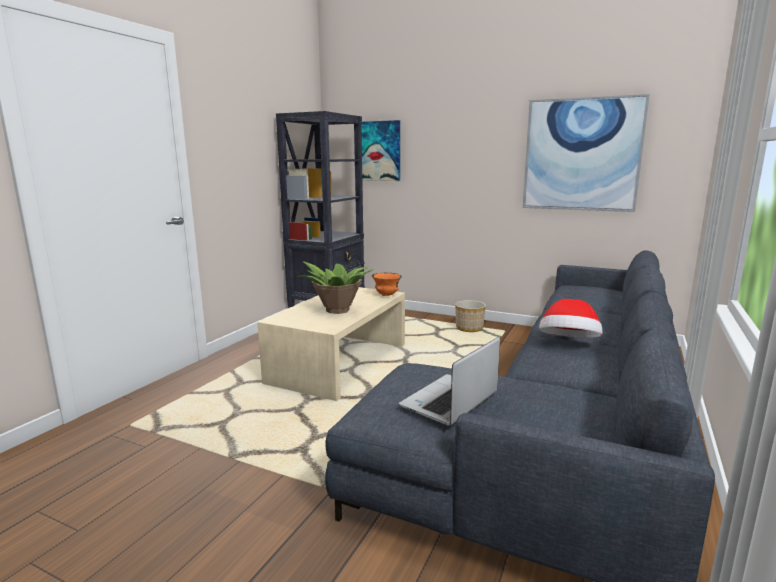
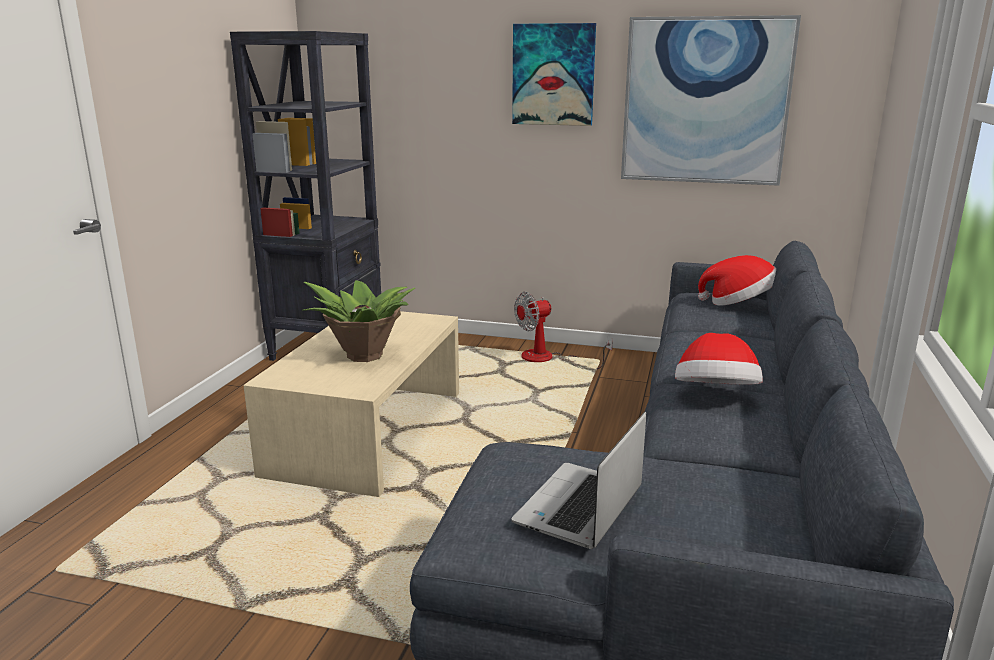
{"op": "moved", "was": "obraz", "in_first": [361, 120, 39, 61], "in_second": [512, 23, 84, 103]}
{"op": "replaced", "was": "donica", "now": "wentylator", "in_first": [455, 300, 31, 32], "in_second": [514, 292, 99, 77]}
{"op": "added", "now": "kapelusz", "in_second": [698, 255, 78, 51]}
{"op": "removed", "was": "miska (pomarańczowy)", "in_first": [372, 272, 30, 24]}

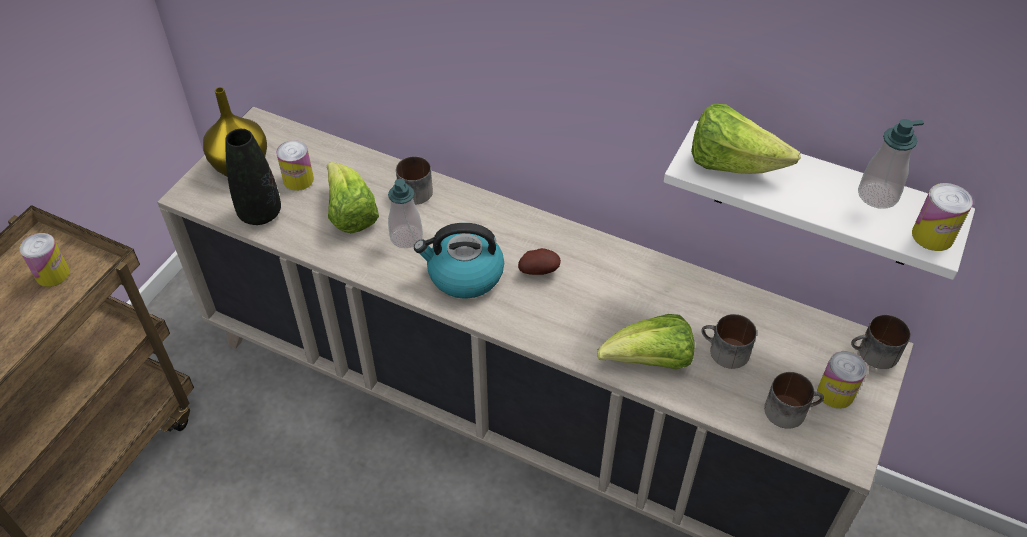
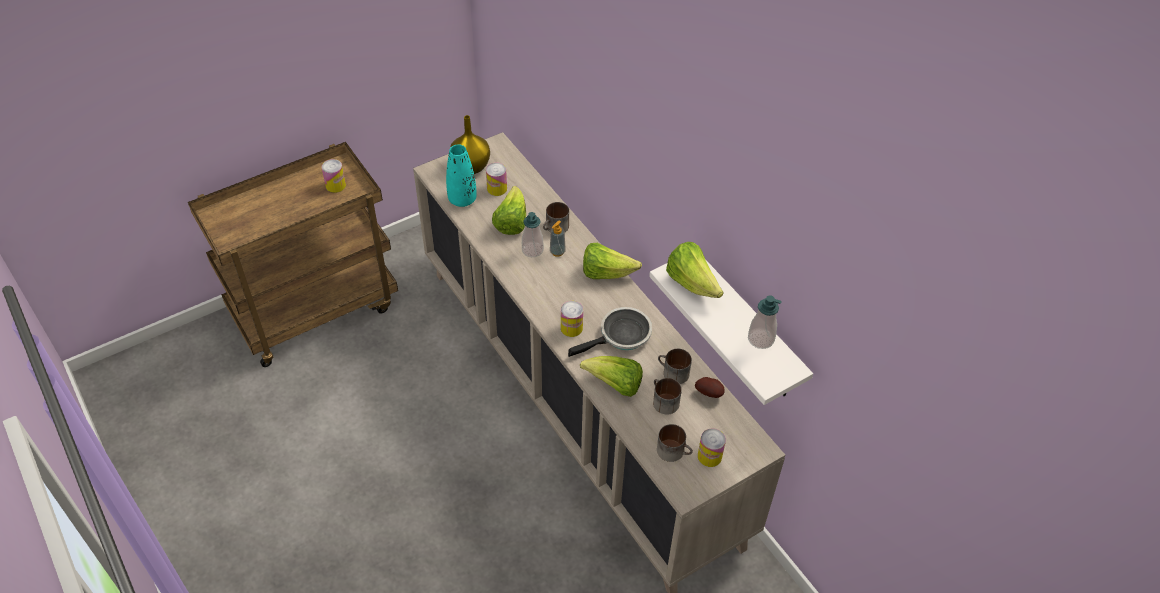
{"op": "recoloured", "was": "wazon (czarny)", "now": "wazon (turkusowy)", "in_first": [225, 129, 56, 96], "in_second": [446, 144, 31, 63]}
{"op": "added", "now": "dozownik mydła", "in_second": [550, 220, 16, 37]}
{"op": "moved", "was": "puszka", "in_first": [912, 183, 61, 68], "in_second": [561, 301, 22, 36]}
{"op": "added", "now": "patelnia", "in_second": [568, 307, 84, 50]}
{"op": "added", "now": "sałata", "in_second": [583, 243, 59, 36]}
{"op": "moved", "was": "kubek", "in_first": [851, 315, 59, 54], "in_second": [658, 349, 34, 35]}
{"op": "moved", "was": "ziemniak", "in_first": [518, 248, 43, 27], "in_second": [695, 377, 30, 21]}
{"op": "removed", "was": "czajnik", "in_first": [414, 223, 90, 76]}

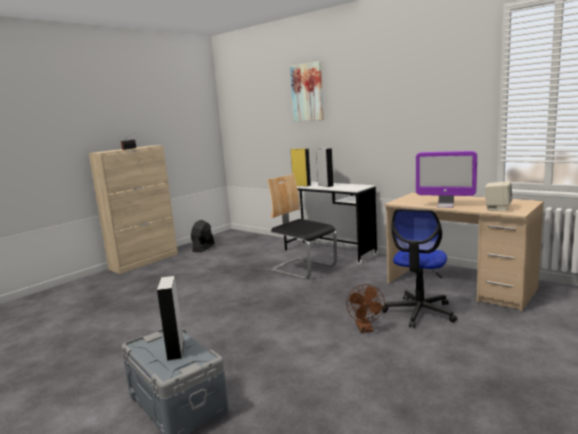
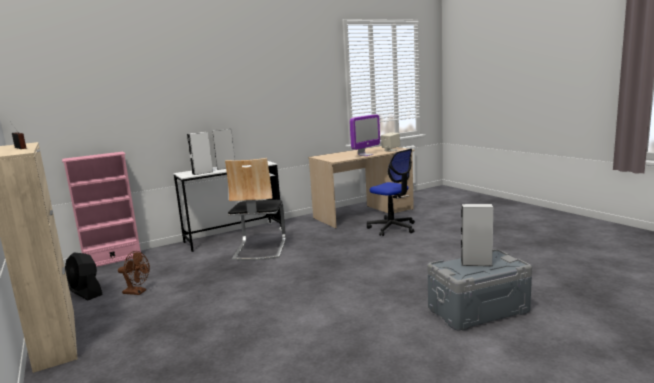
{"op": "added", "now": "regał (różowy)", "in_second": [62, 152, 80, 115]}
{"op": "moved", "was": "wentylator (brązowy)", "in_first": [346, 284, 39, 49], "in_second": [118, 251, 32, 44]}
{"op": "recoloured", "was": "głośnik (żółty)", "now": "głośnik (biały)", "in_first": [290, 148, 21, 39], "in_second": [187, 132, 26, 43]}
{"op": "turned", "was": "krzesło", "in_first": [267, 173, 70, 107], "in_second": [225, 158, 61, 102], "clockwise": -60}
{"op": "removed", "was": "obraz", "in_first": [290, 61, 34, 60]}

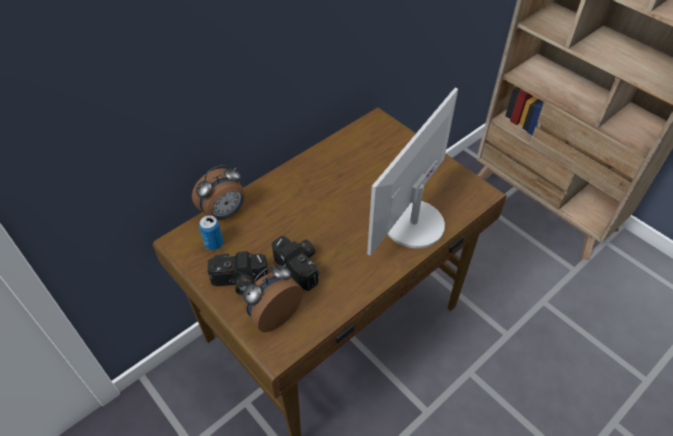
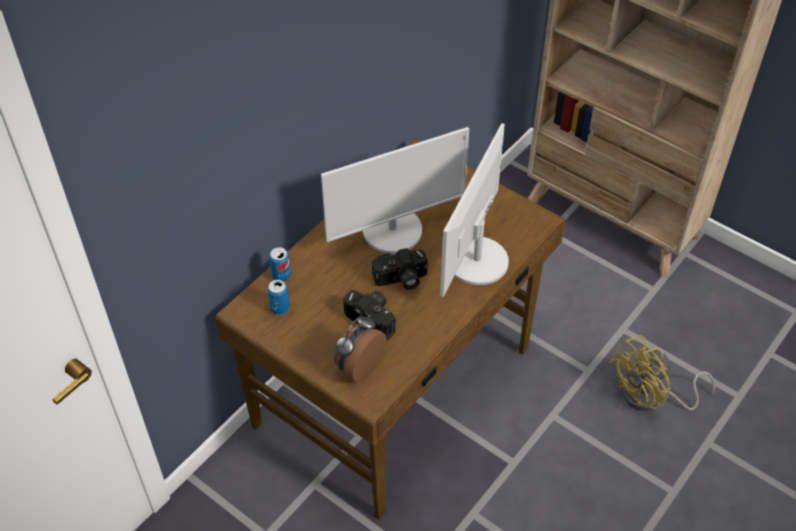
{"op": "replaced", "was": "budzik", "now": "puszka", "in_first": [192, 165, 53, 55], "in_second": [269, 247, 22, 35]}
{"op": "added", "now": "monitor", "in_second": [321, 127, 148, 127]}
{"op": "moved", "was": "aparat fotograficzny", "in_first": [207, 251, 61, 44], "in_second": [372, 248, 56, 42]}
{"op": "added", "now": "wentylator (żółty)", "in_second": [609, 335, 106, 76]}

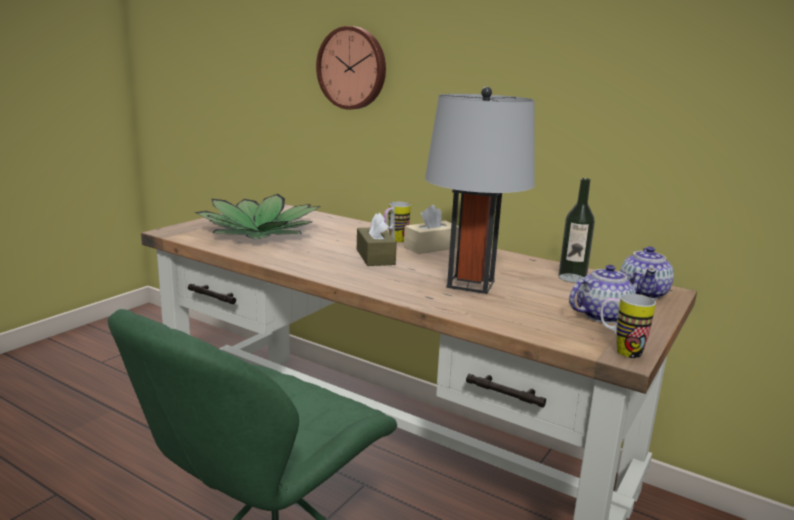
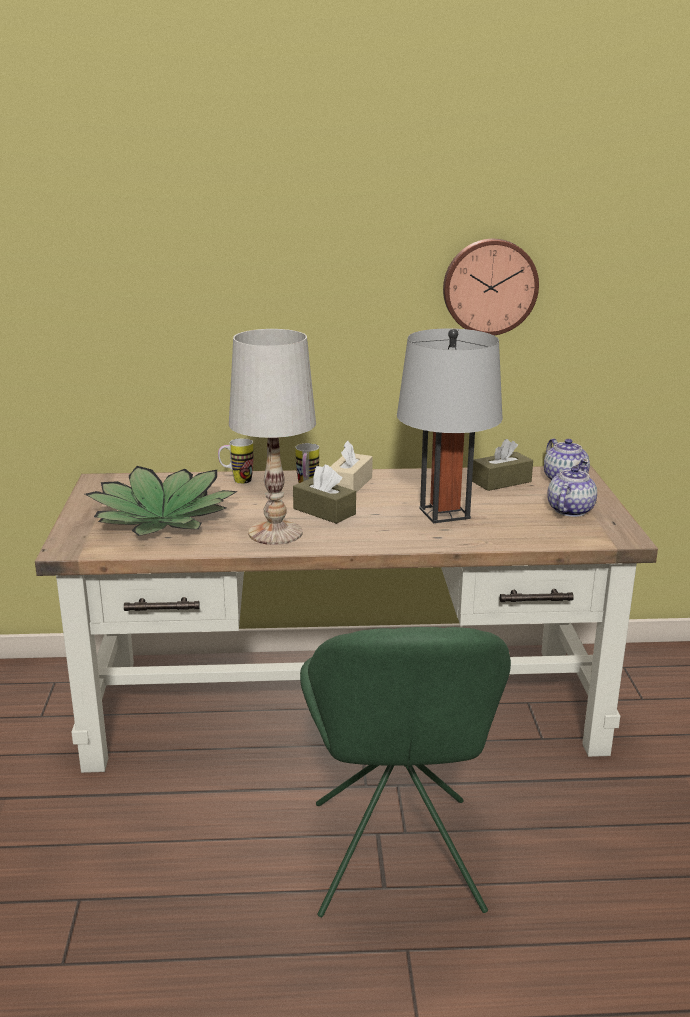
{"op": "moved", "was": "kubek", "in_first": [600, 294, 56, 64], "in_second": [218, 438, 35, 46]}
{"op": "added", "now": "lampa stołowa (biały)", "in_second": [229, 329, 87, 216]}
{"op": "moved", "was": "zegar ścienny", "in_first": [316, 26, 70, 84], "in_second": [443, 239, 96, 96]}
{"op": "replaced", "was": "butelka", "now": "pudełko chusteczek (brązowy)", "in_first": [558, 178, 37, 105], "in_second": [472, 439, 61, 52]}

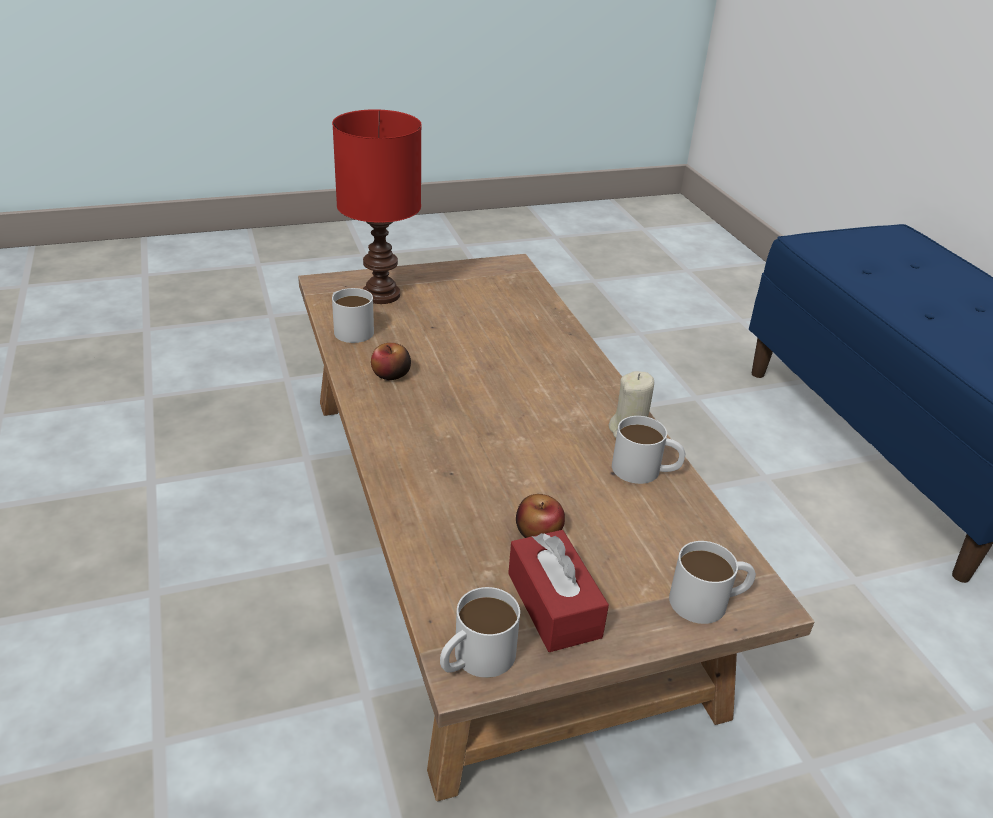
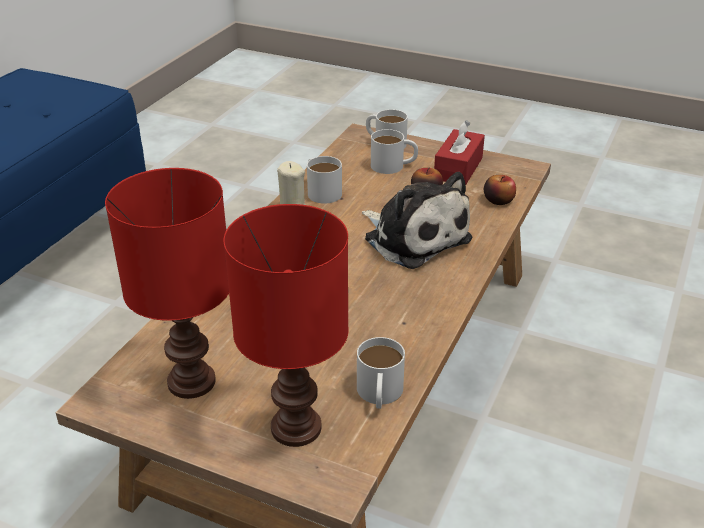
{"op": "added", "now": "lampa stołowa (czerwony)", "in_second": [105, 168, 124, 231]}
{"op": "added", "now": "pluszak", "in_second": [362, 172, 110, 97]}
{"op": "moved", "was": "kubek (biały)", "in_first": [440, 587, 80, 91], "in_second": [371, 129, 47, 45]}
{"op": "moved", "was": "jabłko", "in_first": [371, 343, 40, 37], "in_second": [484, 175, 32, 30]}

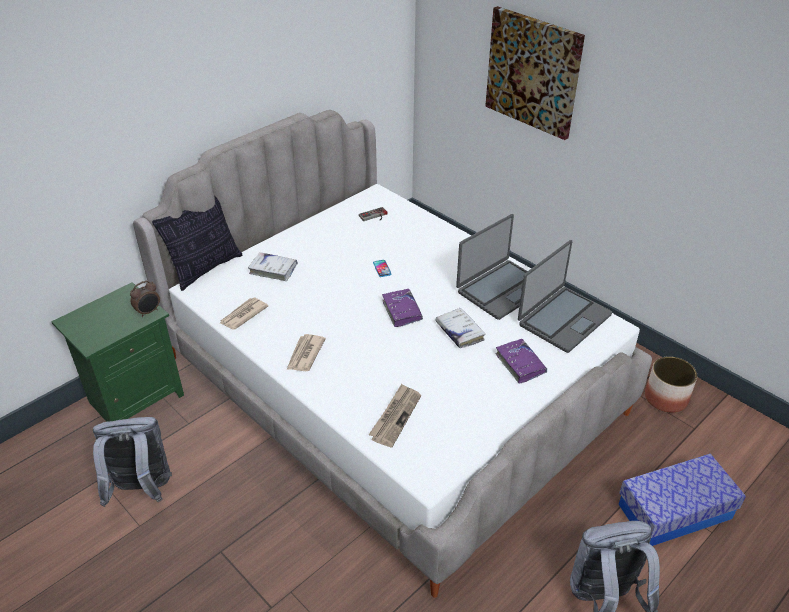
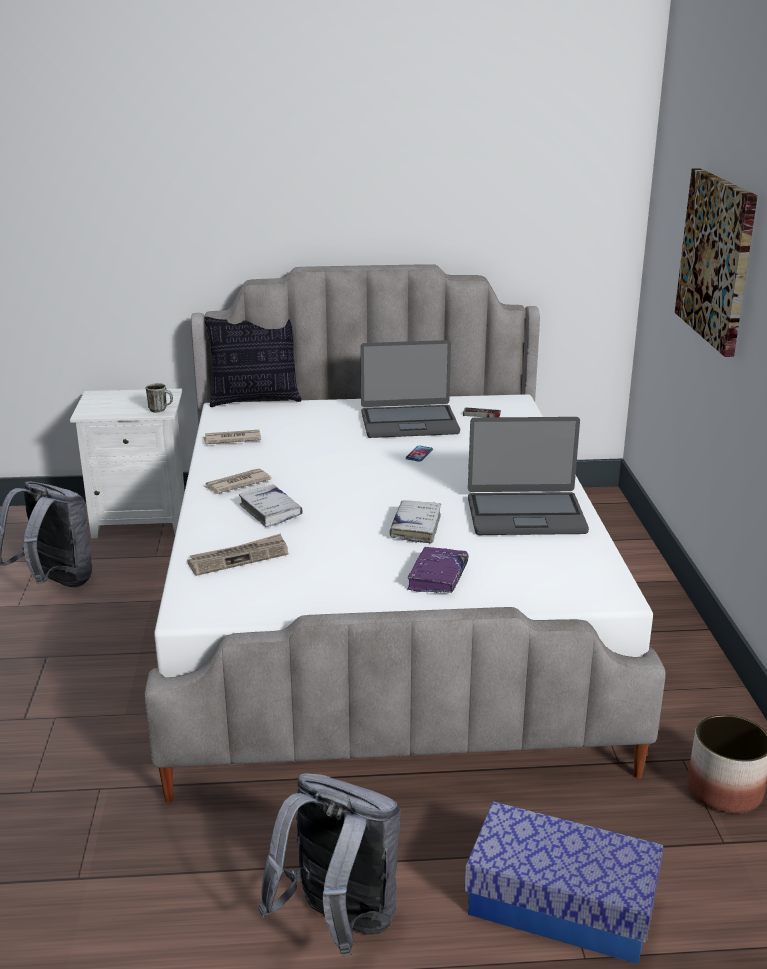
{"op": "recoloured", "was": "szafka nocna (zielony)", "now": "szafka nocna (biały)", "in_first": [51, 282, 133, 140], "in_second": [70, 389, 115, 149]}
{"op": "replaced", "was": "budzik", "now": "kubek", "in_first": [130, 281, 30, 36], "in_second": [146, 383, 27, 30]}
{"op": "moved", "was": "książka (biały)", "in_first": [248, 252, 50, 29], "in_second": [239, 484, 64, 43]}
{"op": "moved", "was": "laptop", "in_first": [518, 240, 94, 113], "in_second": [360, 340, 100, 98]}
{"op": "removed", "was": "książka (fioletowy)", "in_first": [382, 289, 41, 38]}

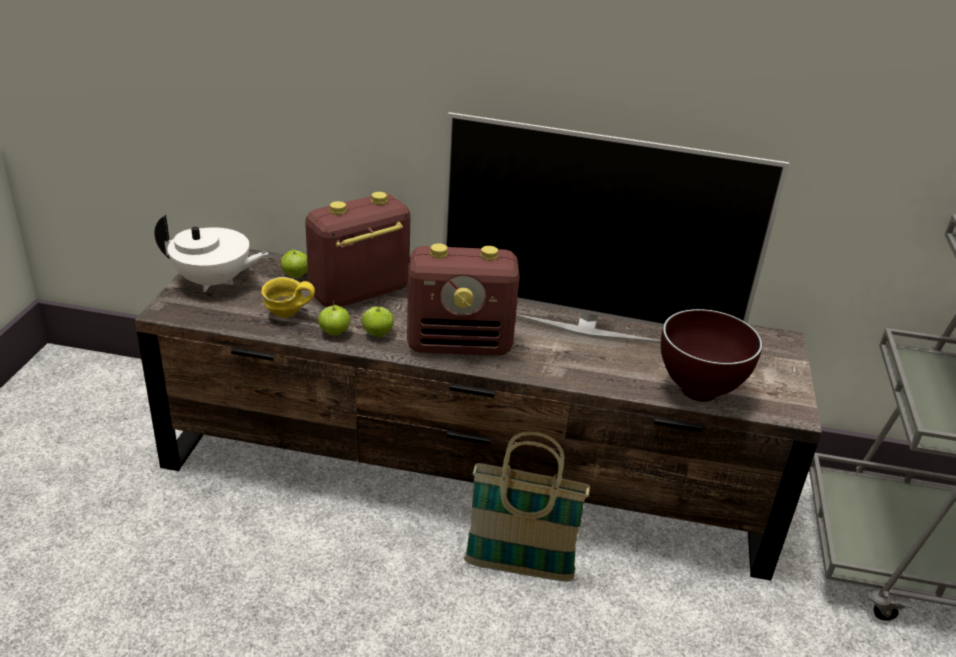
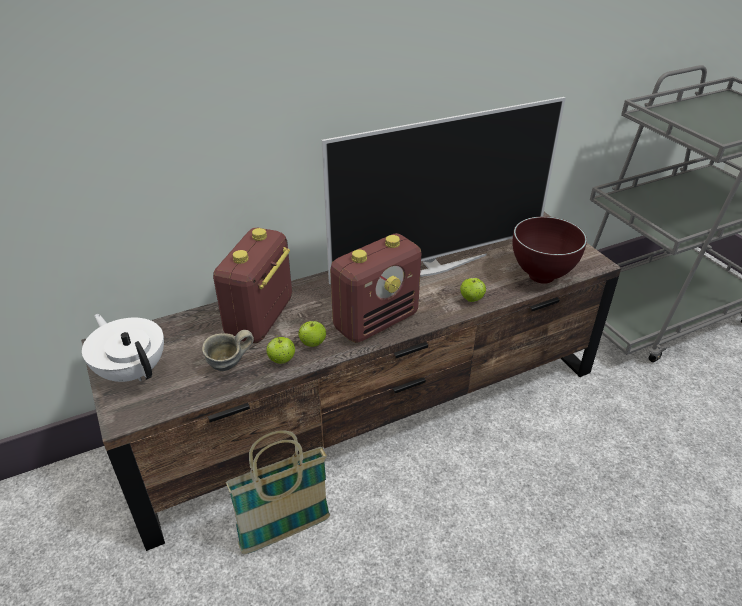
{"op": "turned", "was": "imbryk (biały)", "in_first": [154, 215, 115, 77], "in_second": [82, 314, 82, 68], "clockwise": -105}
{"op": "recoloured", "was": "kubek (żółty)", "now": "kubek (szary)", "in_first": [261, 277, 54, 41], "in_second": [202, 330, 52, 41]}
{"op": "moved", "was": "koszyk", "in_first": [464, 432, 126, 150], "in_second": [226, 430, 104, 124]}
{"op": "moved", "was": "jabłko", "in_first": [281, 250, 27, 28], "in_second": [460, 278, 26, 24]}

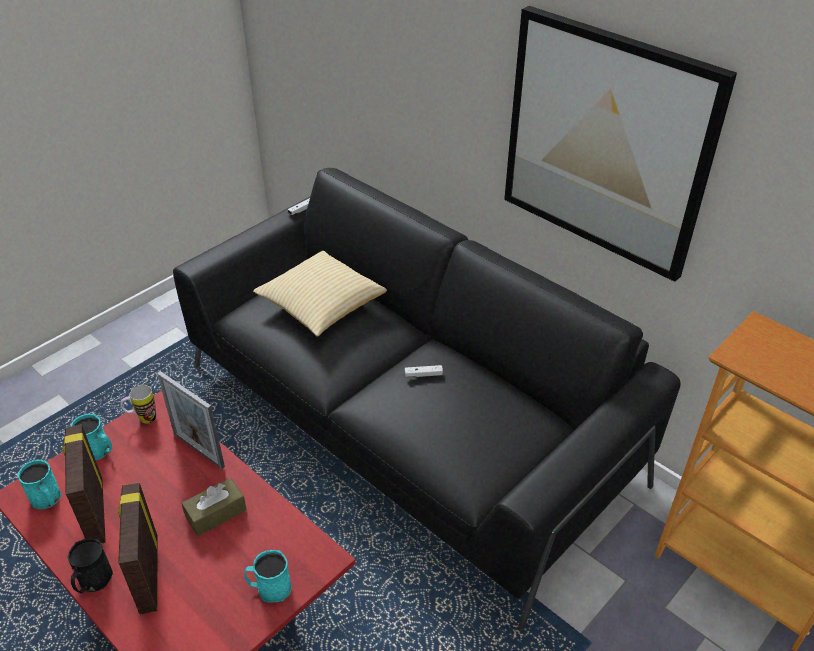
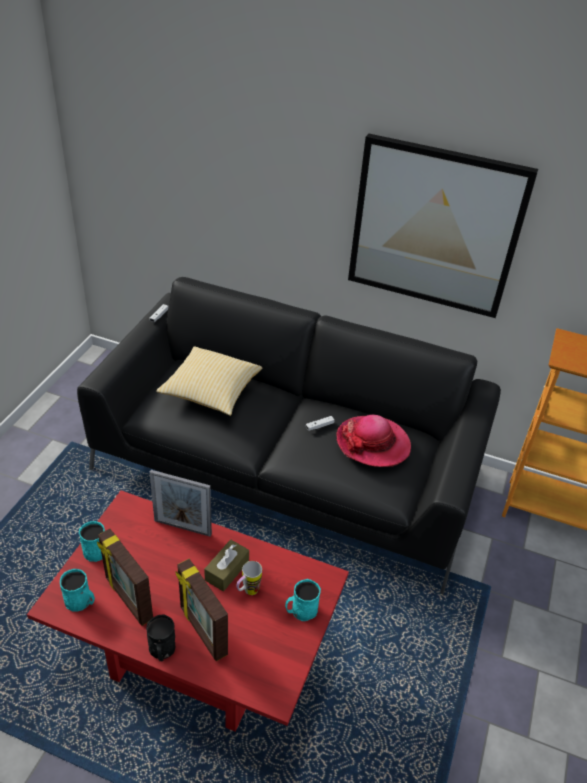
{"op": "moved", "was": "kubek", "in_first": [120, 385, 36, 38], "in_second": [236, 561, 26, 34]}
{"op": "added", "now": "kapelusz", "in_second": [336, 415, 75, 52]}

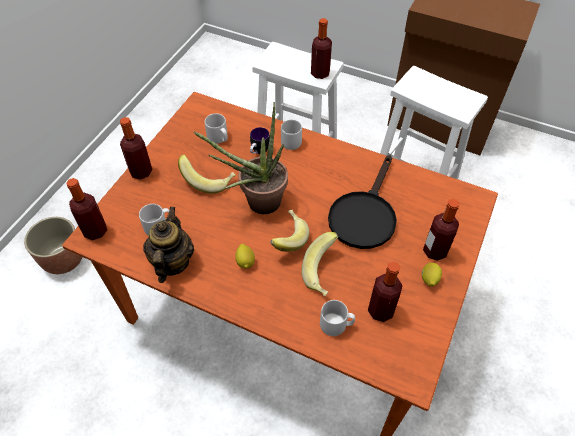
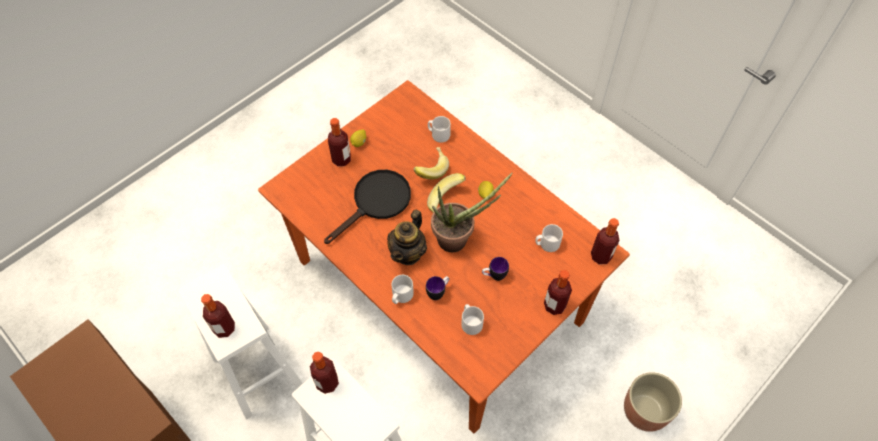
{"op": "moved", "was": "butelka", "in_first": [368, 262, 34, 60], "in_second": [201, 294, 34, 44]}
{"op": "moved", "was": "imbryk", "in_first": [143, 207, 51, 76], "in_second": [387, 210, 40, 55]}
{"op": "replaced", "was": "banan", "now": "kubek", "in_first": [178, 155, 58, 39], "in_second": [482, 257, 27, 24]}

